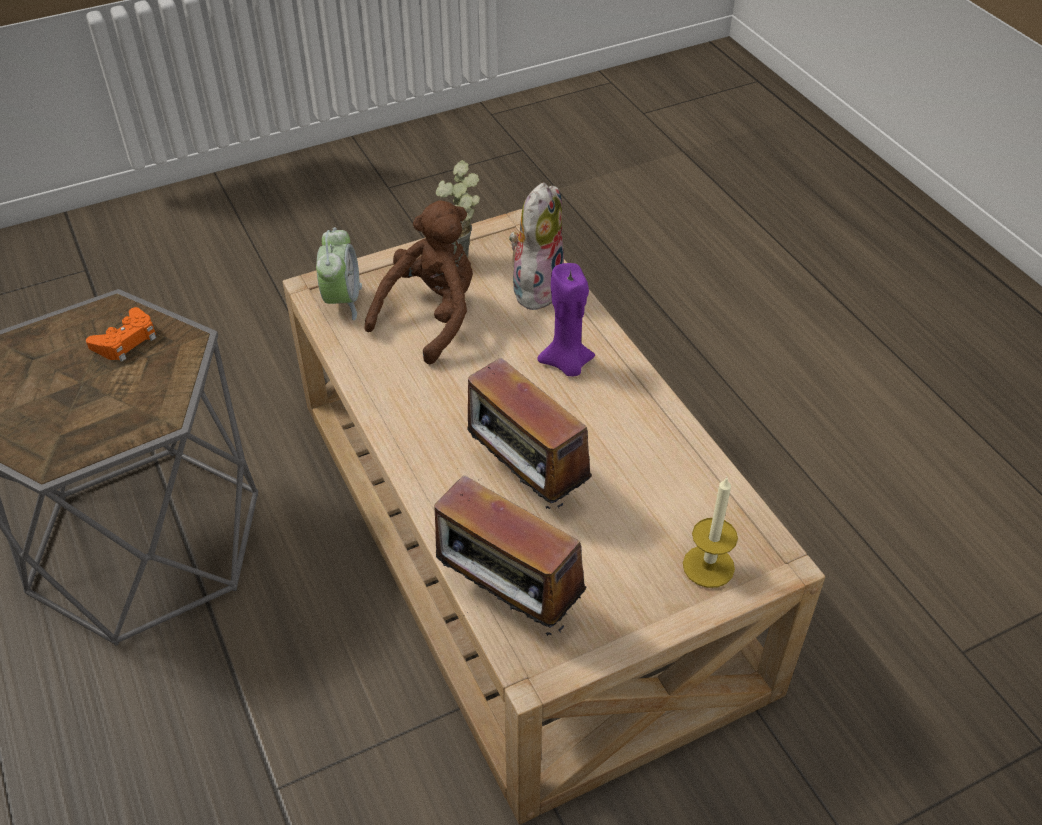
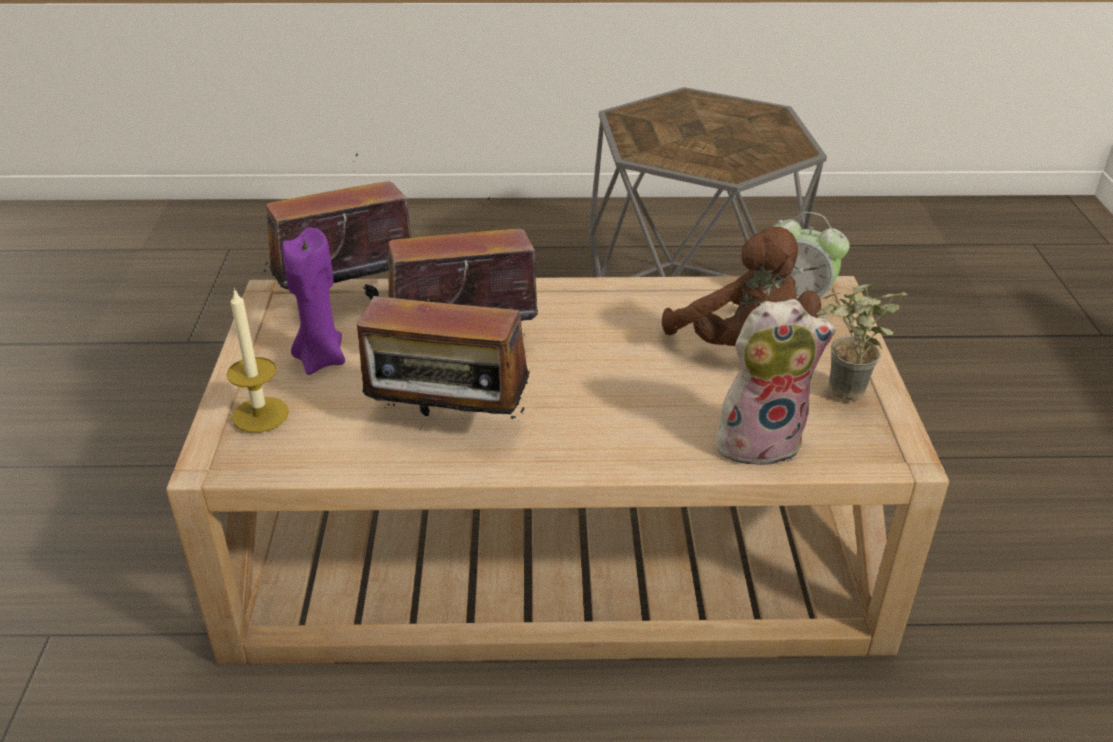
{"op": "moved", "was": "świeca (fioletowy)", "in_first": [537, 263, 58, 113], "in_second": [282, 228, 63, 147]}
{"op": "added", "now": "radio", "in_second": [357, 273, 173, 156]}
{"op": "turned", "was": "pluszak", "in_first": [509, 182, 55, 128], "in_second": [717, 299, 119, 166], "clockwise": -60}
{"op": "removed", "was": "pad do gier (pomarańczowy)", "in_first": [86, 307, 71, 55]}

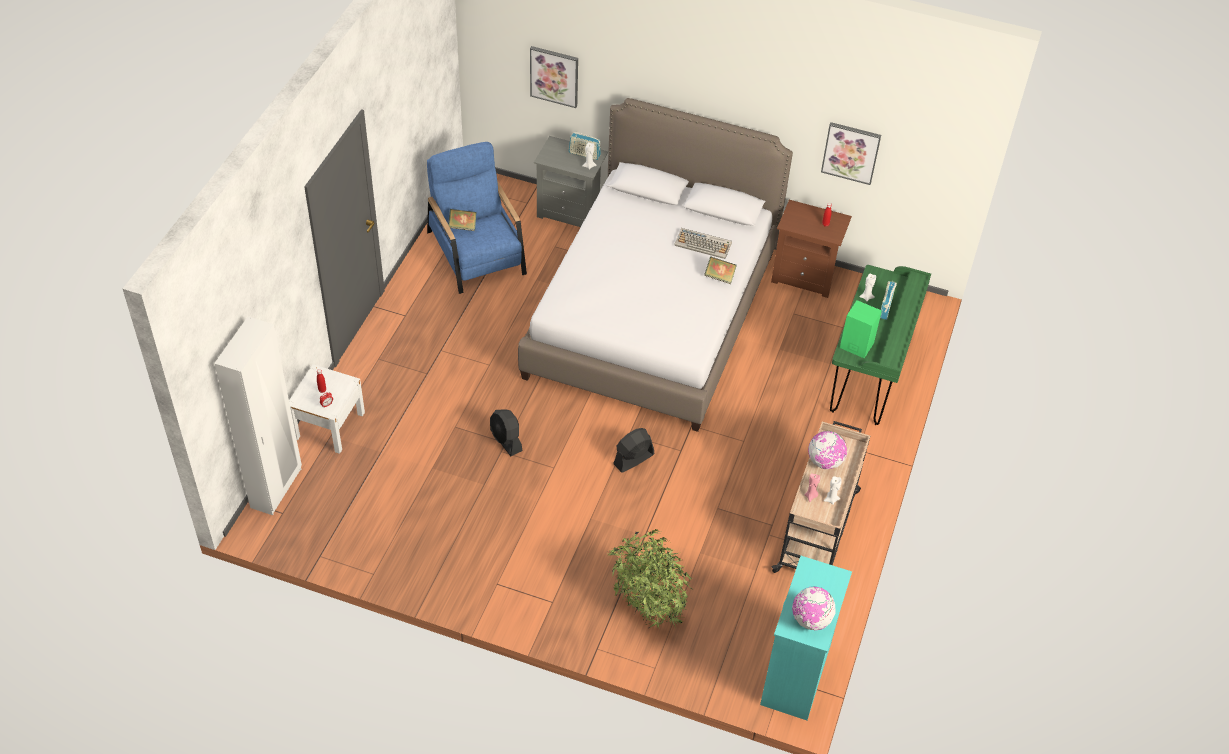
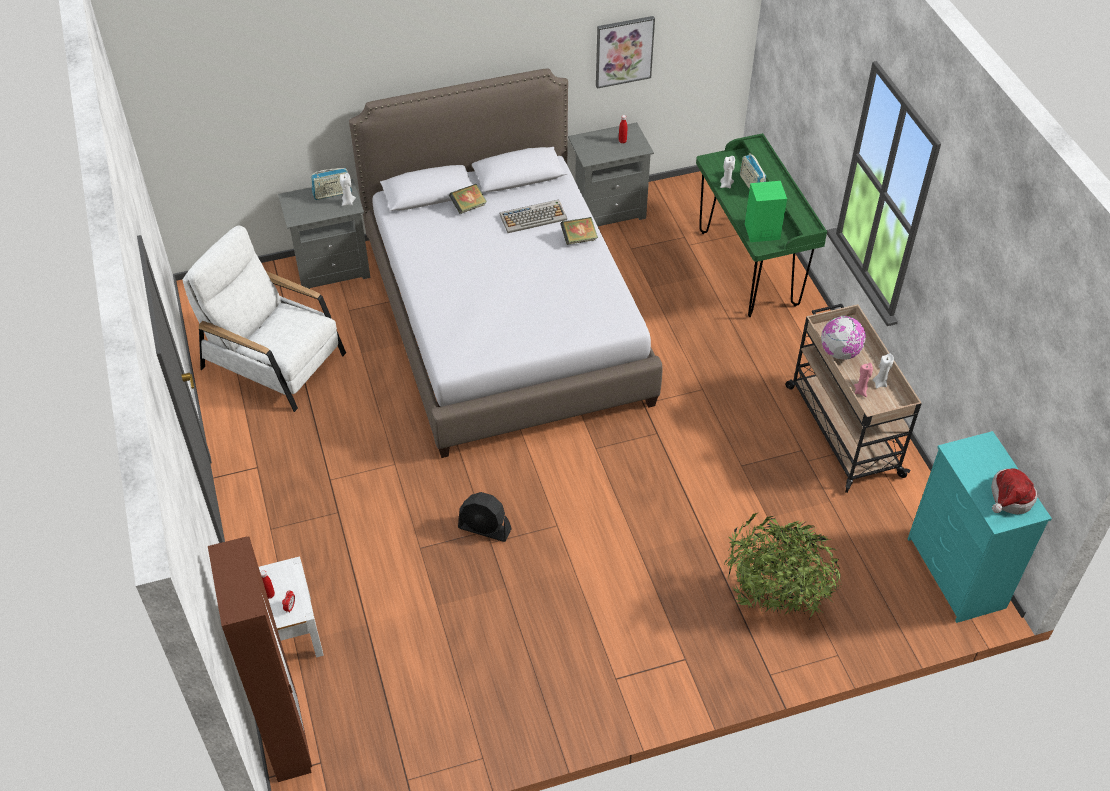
{"op": "recoloured", "was": "fotel (niebieski)", "now": "fotel (biały)", "in_first": [427, 142, 100, 152], "in_second": [183, 225, 163, 187]}
{"op": "recoloured", "was": "szafa (biały)", "now": "szafa (brązowy)", "in_first": [214, 317, 88, 198], "in_second": [208, 536, 104, 246]}
{"op": "moved", "was": "książka", "in_first": [448, 209, 29, 22], "in_second": [449, 184, 38, 30]}
{"op": "recoloured", "was": "szafka nocna (brązowy)", "now": "szafka nocna (szary)", "in_first": [771, 200, 81, 98], "in_second": [568, 122, 86, 104]}
{"op": "replaced", "was": "globus", "now": "kapelusz", "in_first": [792, 586, 43, 44], "in_second": [991, 468, 46, 46]}
{"op": "removed", "was": "obraz", "in_first": [530, 46, 48, 62]}
{"op": "removed", "was": "wentylator (czarny)", "in_first": [613, 428, 42, 45]}

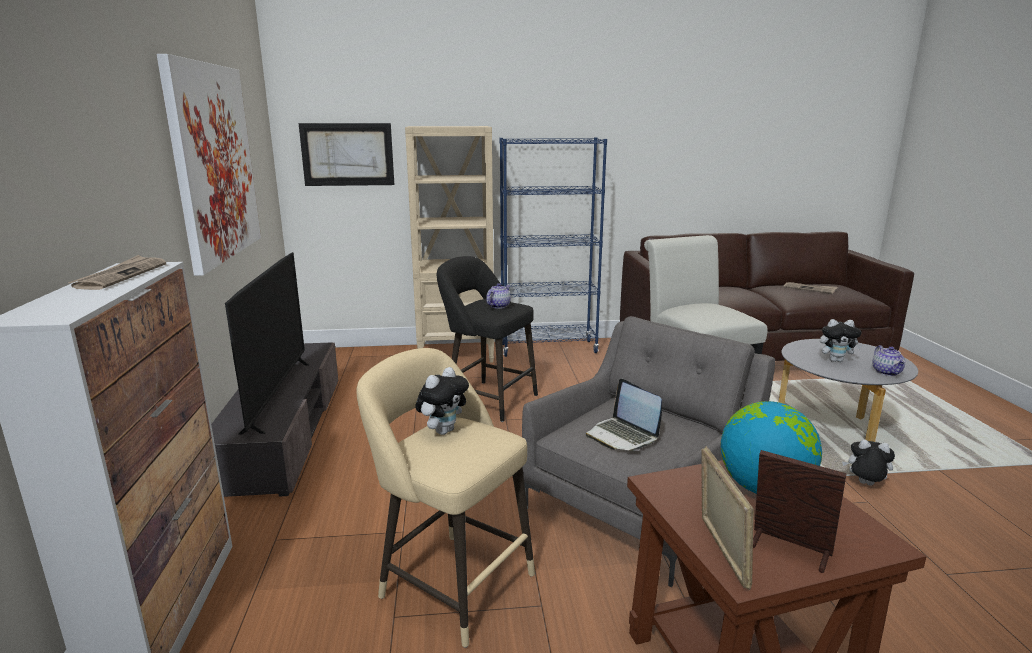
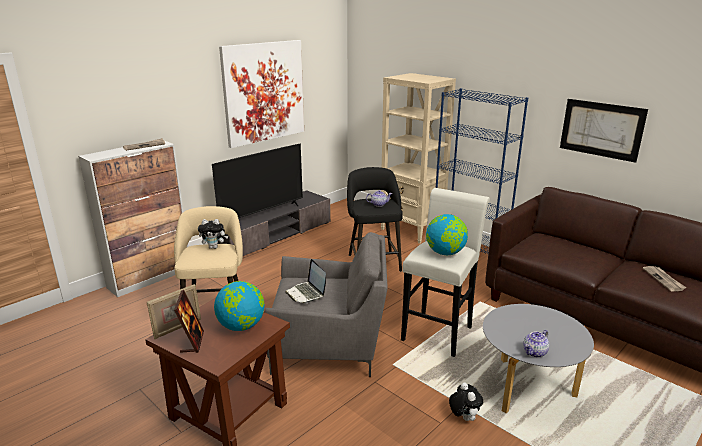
{"op": "turned", "was": "laptop", "in_first": [586, 379, 76, 72], "in_second": [285, 259, 41, 44], "clockwise": -45}
{"op": "added", "now": "globus", "in_second": [426, 214, 42, 41]}
{"op": "moved", "was": "obraz", "in_first": [299, 123, 95, 63], "in_second": [560, 99, 88, 64]}
{"op": "removed", "was": "pluszak", "in_first": [820, 319, 42, 43]}

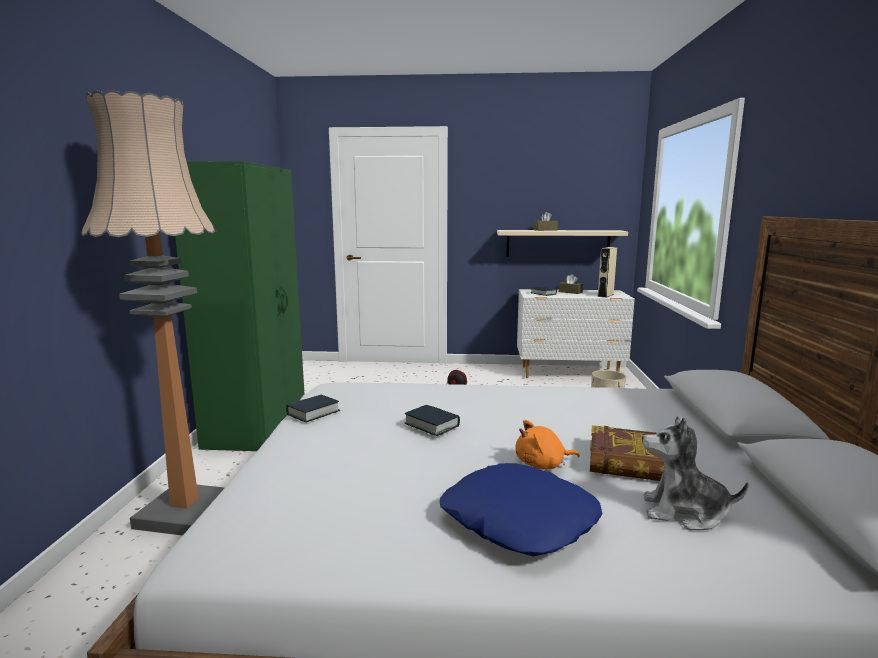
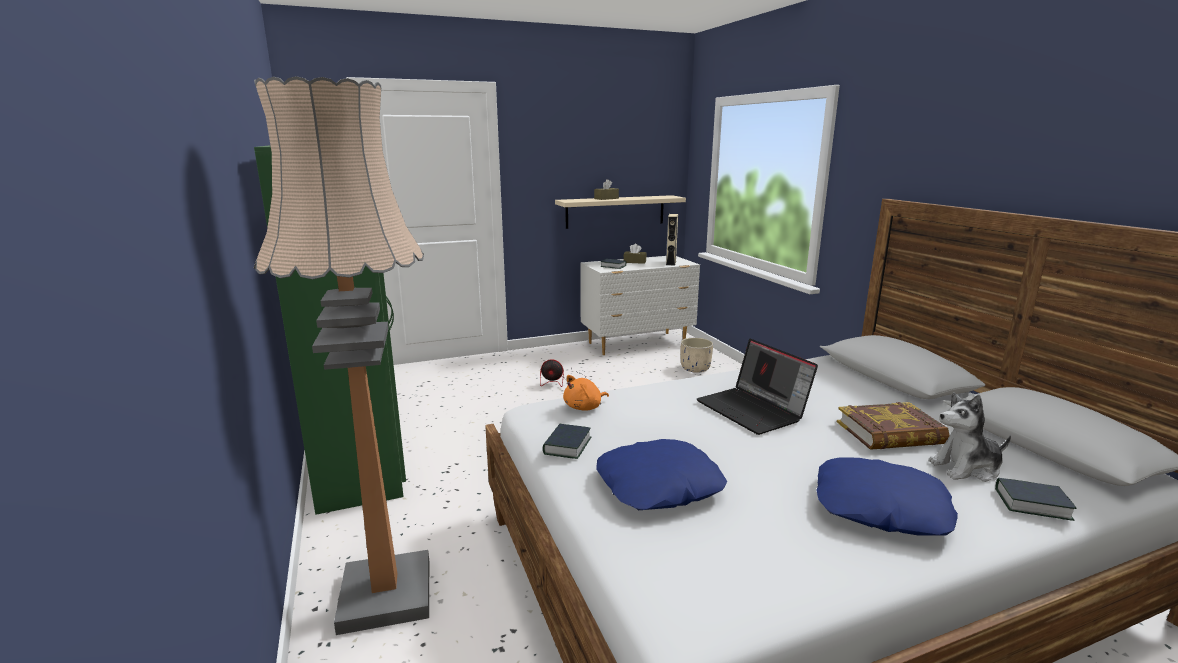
{"op": "moved", "was": "pluszak (pomarańczowy)", "in_first": [515, 420, 65, 50], "in_second": [563, 375, 46, 36]}
{"op": "added", "now": "poduszka (niebieski)", "in_second": [596, 439, 131, 71]}
{"op": "added", "now": "laptop", "in_second": [697, 339, 121, 96]}
{"op": "moved", "was": "książka", "in_first": [404, 405, 56, 31], "in_second": [995, 478, 82, 43]}

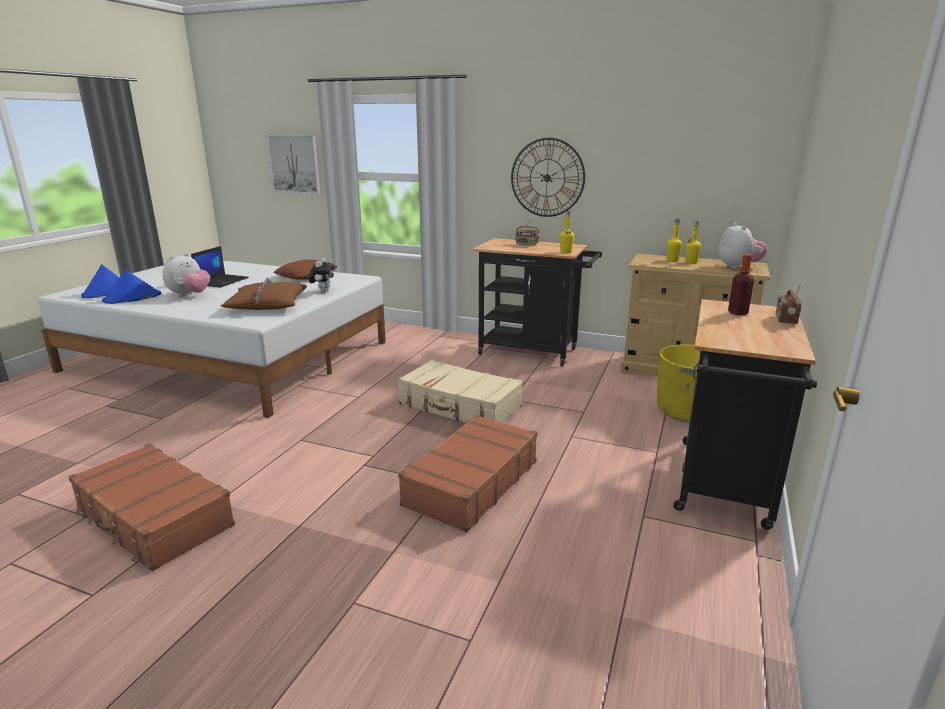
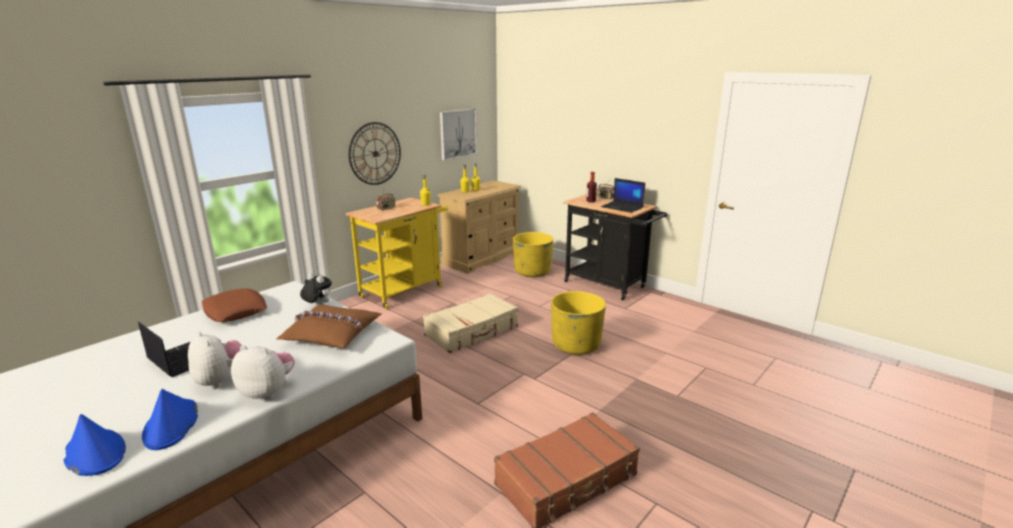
{"op": "moved", "was": "pluszak", "in_first": [718, 223, 49, 46], "in_second": [231, 345, 64, 55]}
{"op": "recoloured", "was": "wózek (czarny)", "now": "wózek (żółty)", "in_first": [473, 238, 129, 129], "in_second": [346, 198, 102, 111]}
{"op": "moved", "was": "obraz", "in_first": [266, 135, 54, 59], "in_second": [440, 109, 37, 52]}
{"op": "replaced", "was": "walizka (brązowy)", "now": "donica (żółty)", "in_first": [398, 415, 139, 117], "in_second": [551, 291, 55, 64]}
{"op": "added", "now": "laptop", "in_second": [601, 178, 44, 35]}

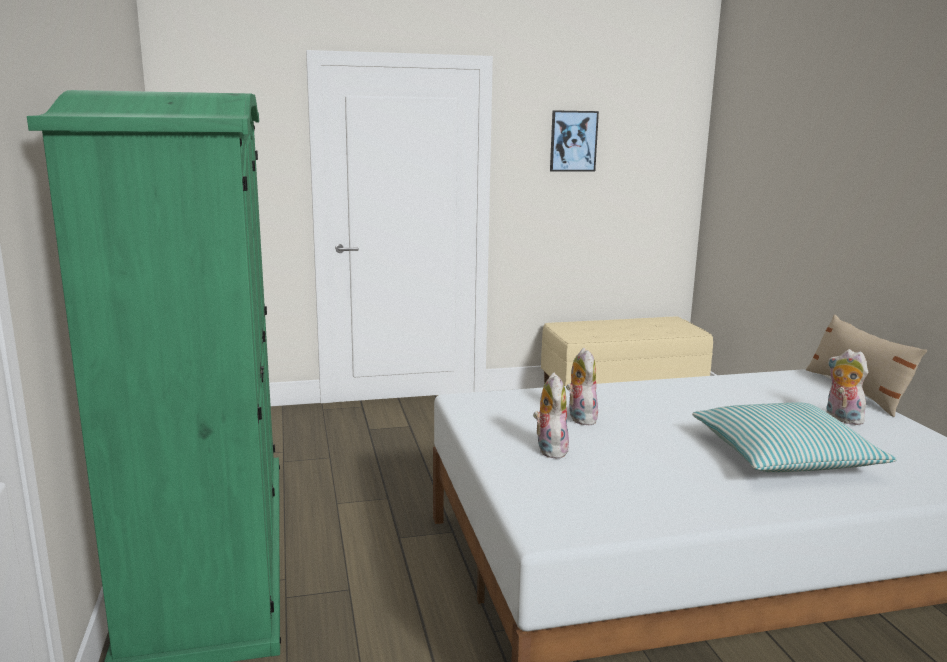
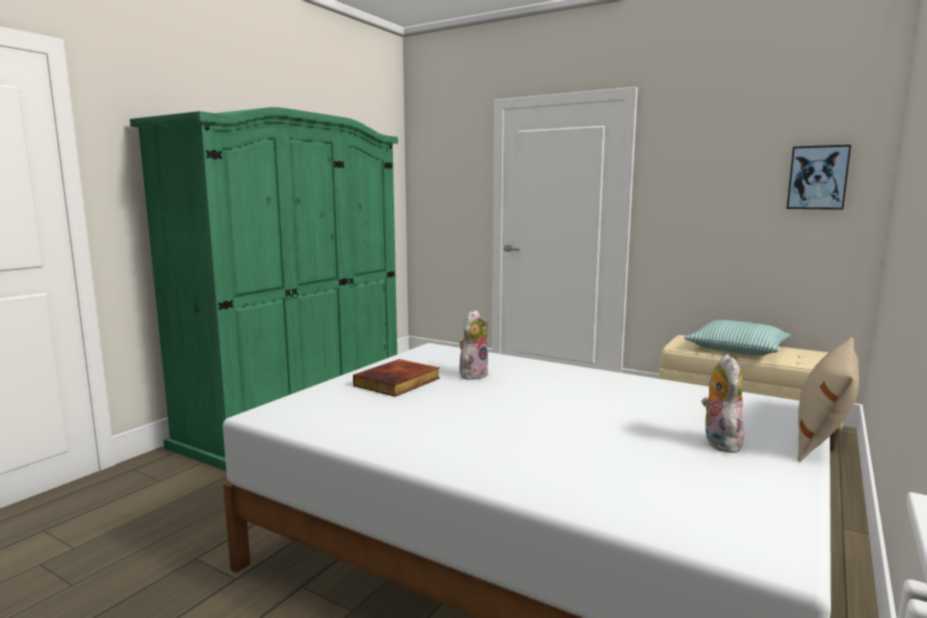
{"op": "replaced", "was": "pluszak", "now": "książka", "in_first": [533, 372, 36, 87], "in_second": [353, 359, 87, 38]}
{"op": "moved", "was": "poduszka", "in_first": [692, 402, 205, 70], "in_second": [684, 320, 107, 36]}
{"op": "moved", "was": "obraz", "in_first": [550, 110, 49, 62], "in_second": [787, 145, 64, 65]}

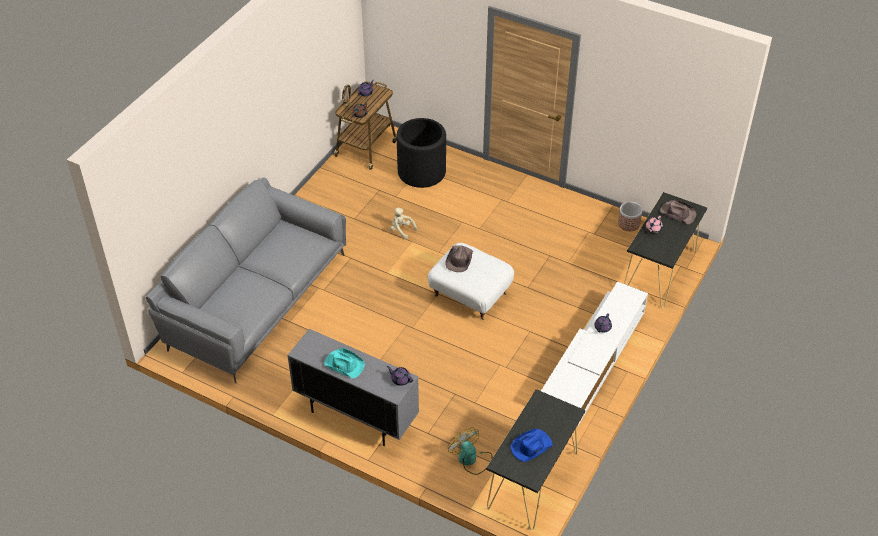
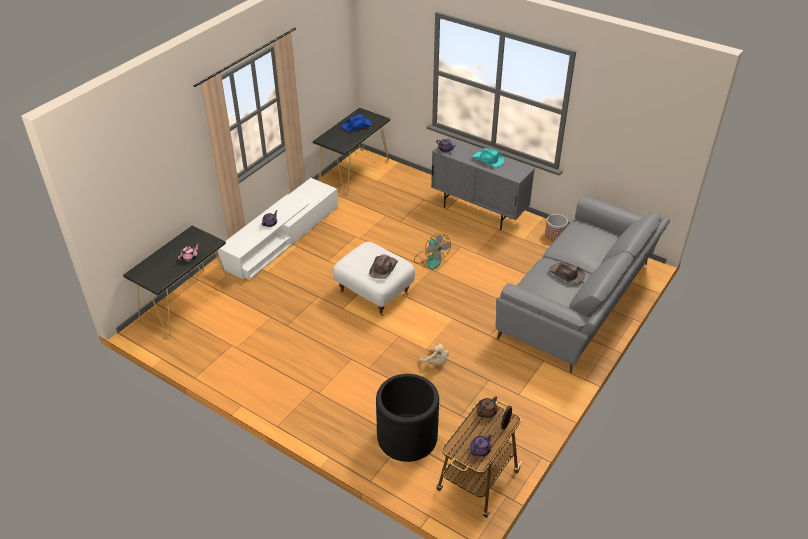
{"op": "moved", "was": "wentylator", "in_first": [448, 427, 44, 48], "in_second": [414, 233, 37, 37]}
{"op": "moved", "was": "donica", "in_first": [618, 202, 25, 29], "in_second": [545, 214, 23, 27]}
{"op": "moved", "was": "kapelusz (brązowy)", "in_first": [660, 200, 36, 24], "in_second": [549, 261, 36, 24]}

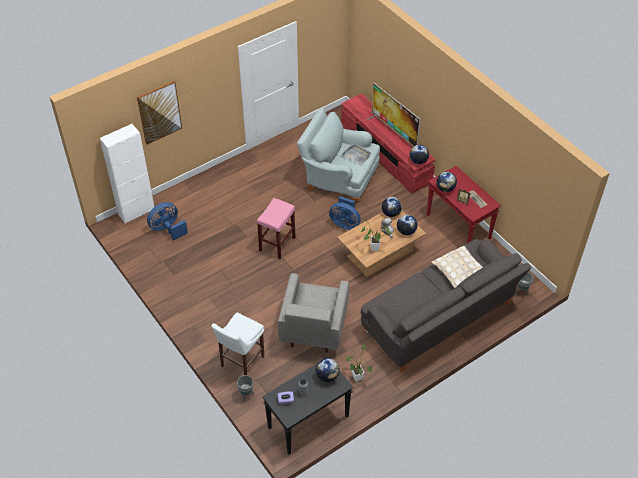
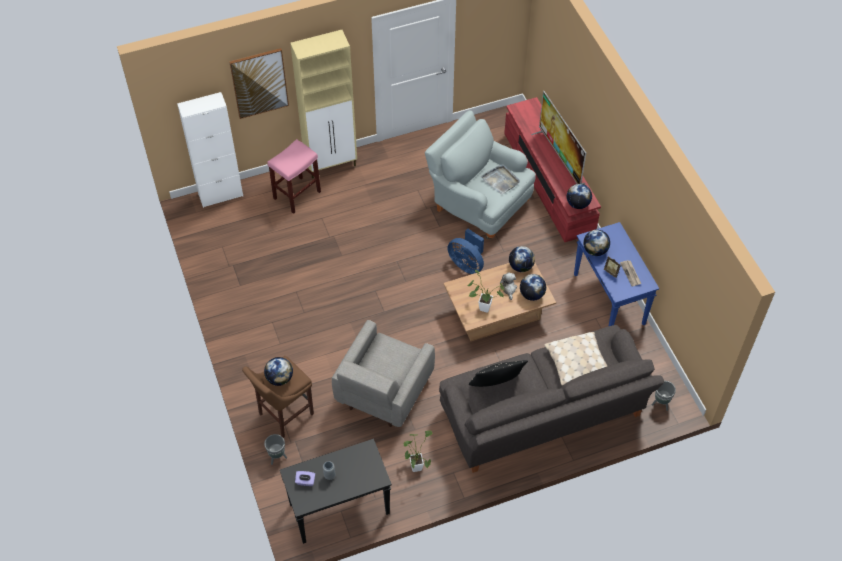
{"op": "recoloured", "was": "stołek (biały)", "now": "stołek (brązowy)", "in_first": [211, 313, 53, 62], "in_second": [242, 356, 72, 82]}
{"op": "moved", "was": "globus", "in_first": [316, 358, 24, 24], "in_second": [264, 357, 29, 29]}
{"op": "moved", "was": "stołek (różowy)", "in_first": [257, 198, 39, 61], "in_second": [267, 139, 54, 75]}
{"op": "added", "now": "szafka (beżowy)", "in_second": [290, 30, 67, 148]}
{"op": "added", "now": "poduszka (czarny)", "in_second": [469, 360, 59, 27]}
{"op": "recoloured", "was": "stolik konsolowy (czerwony)", "now": "stolik konsolowy (niebieski)", "in_first": [427, 166, 74, 77], "in_second": [574, 222, 85, 104]}
{"op": "removed", "was": "wentylator (niebieski)", "in_first": [147, 202, 41, 38]}

